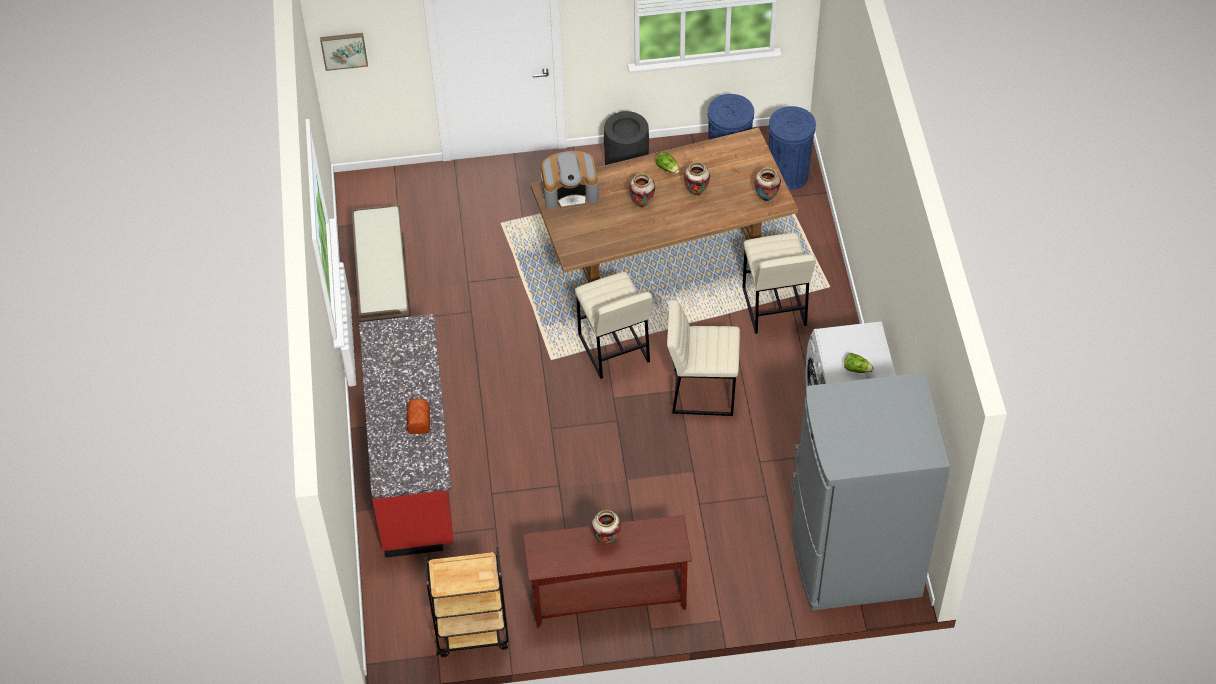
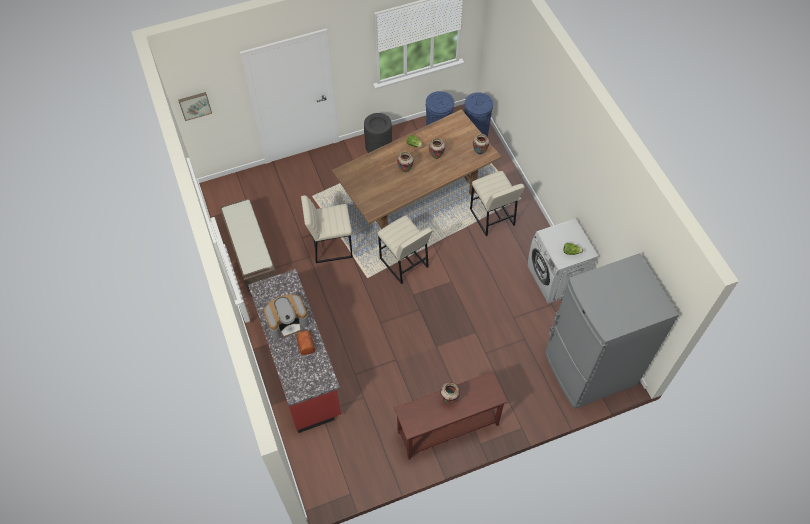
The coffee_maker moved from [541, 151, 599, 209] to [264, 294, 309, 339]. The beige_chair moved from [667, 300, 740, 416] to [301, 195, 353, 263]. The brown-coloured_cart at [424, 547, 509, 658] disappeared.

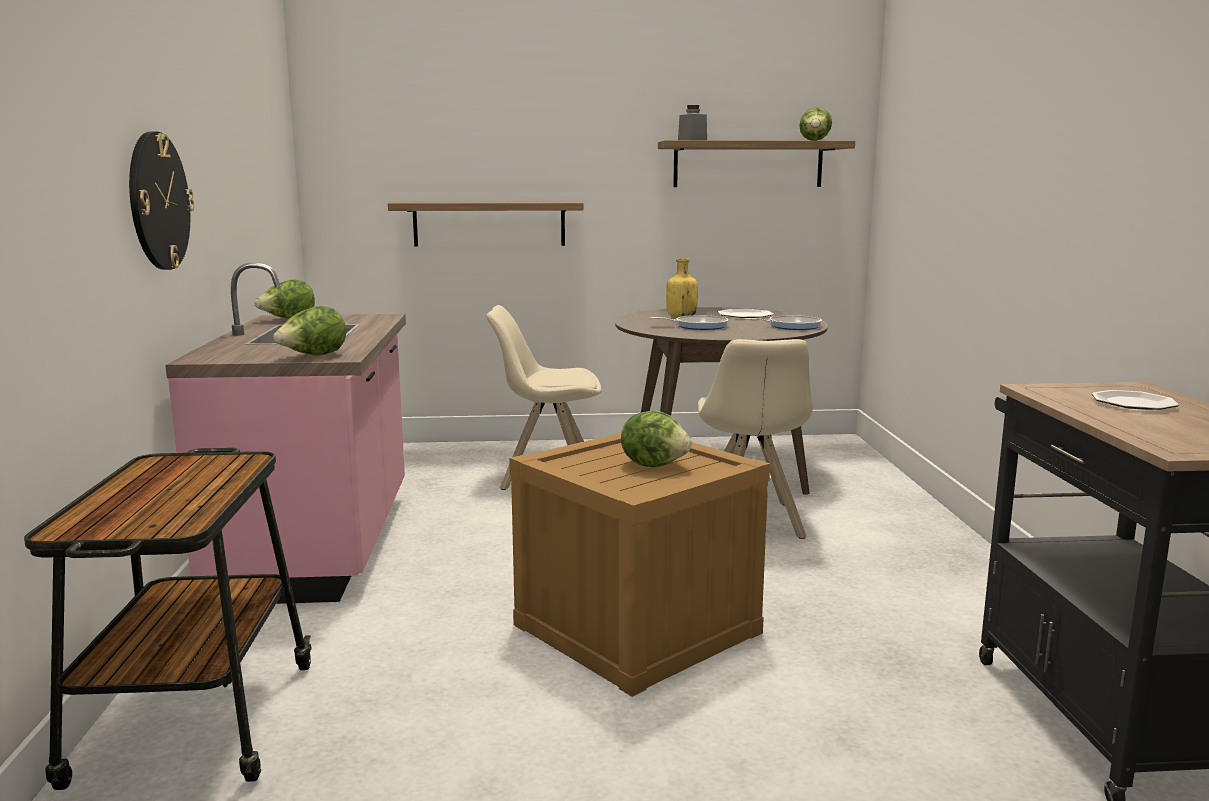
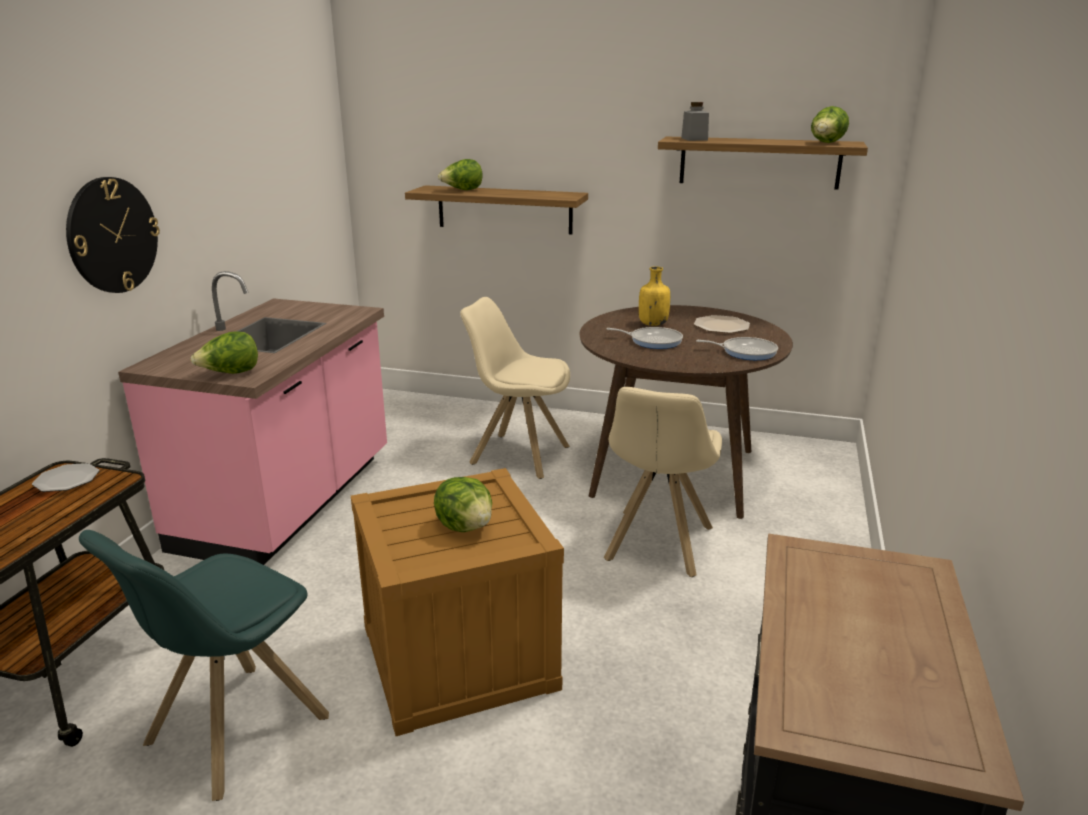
The lettuce_head moved from [254, 280, 315, 319] to [438, 159, 483, 190]. The plate moved from [1092, 390, 1179, 410] to [32, 463, 99, 492]. The turquoise-coloured_chair at [79, 530, 329, 801] appeared.

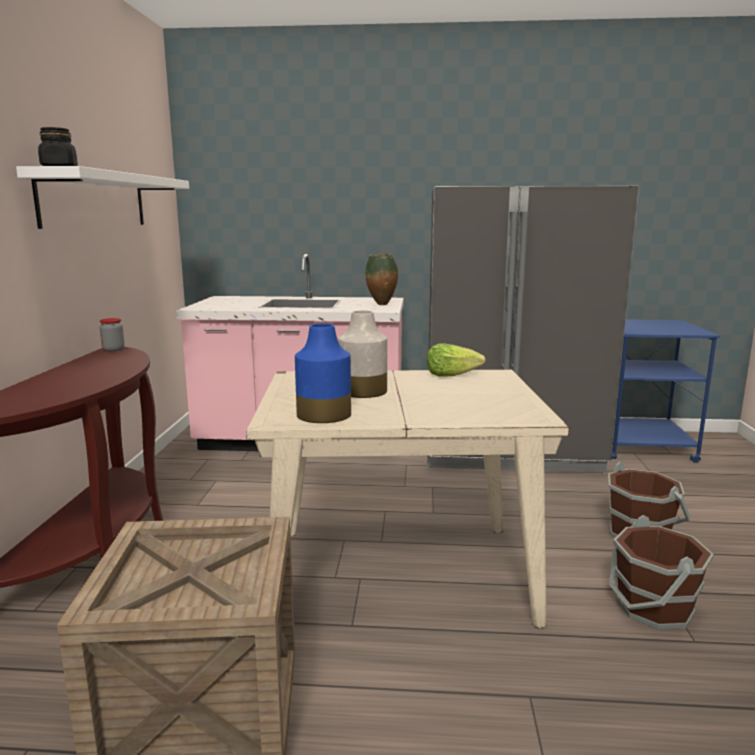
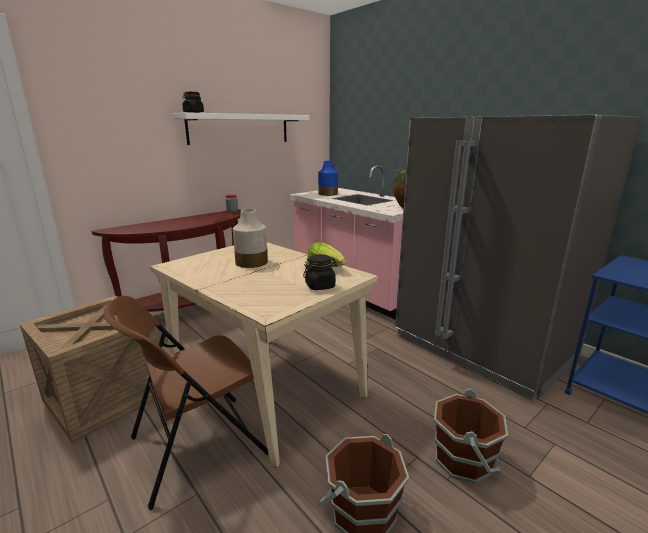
The blue_flower_vase moved from [295, 323, 351, 423] to [318, 161, 338, 196]. The blackish_jar at [303, 254, 338, 290] appeared. The brown-coloured_chair at [103, 296, 269, 510] appeared.

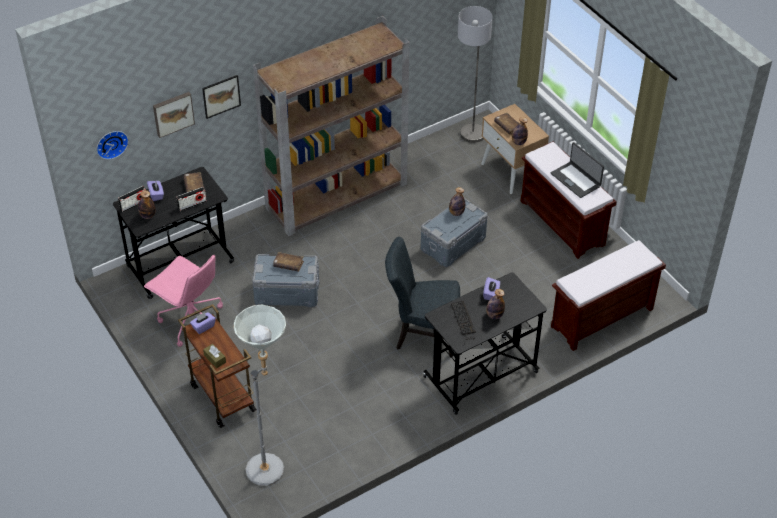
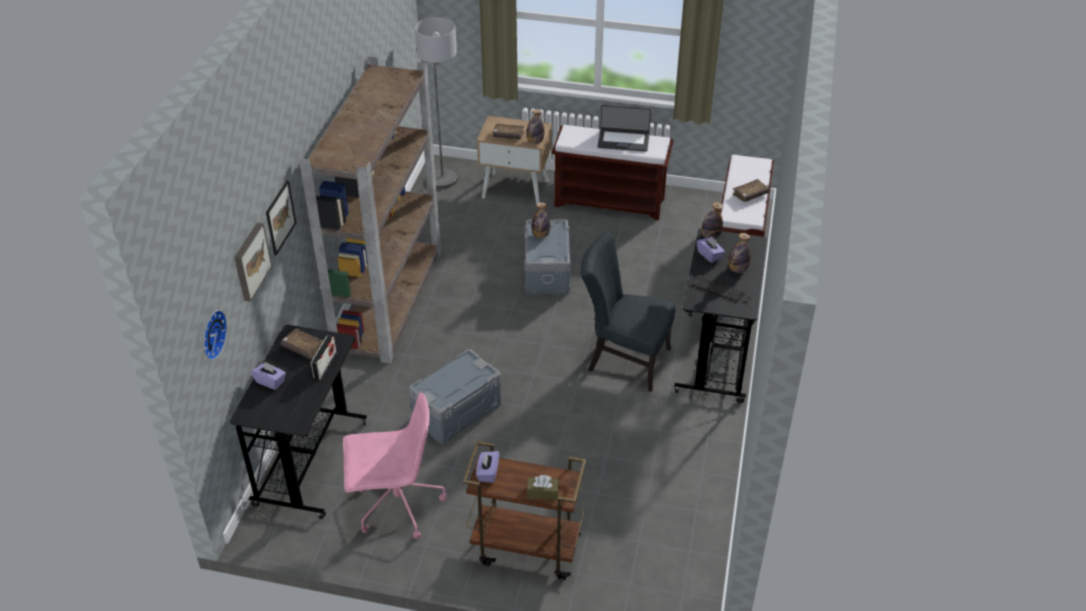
The radio_set at [118, 186, 146, 212] disappeared. The drink_bottle moved from [138, 190, 156, 219] to [701, 202, 723, 239]. The gray_chair at [385, 237, 460, 358] turned 60 degrees clockwise. The brown-coloured_bound_book moved from [273, 252, 304, 272] to [732, 179, 769, 202]. The gray_standard_lamp at [234, 304, 286, 486] disappeared.

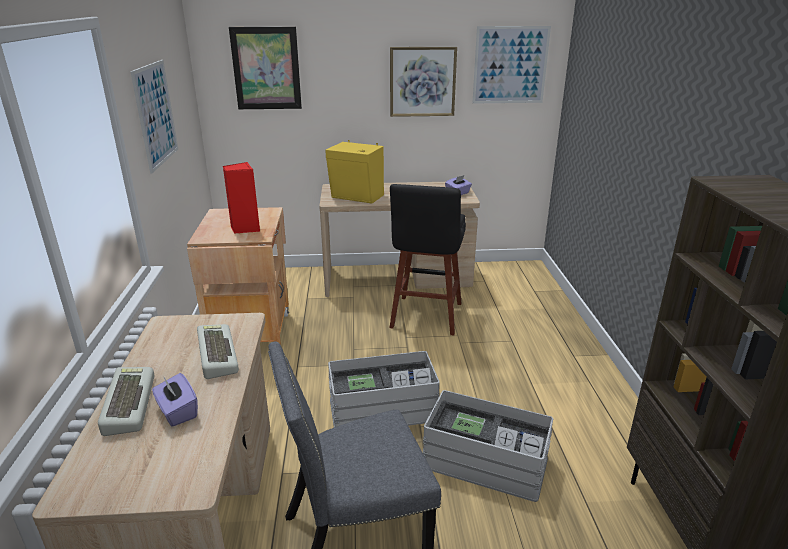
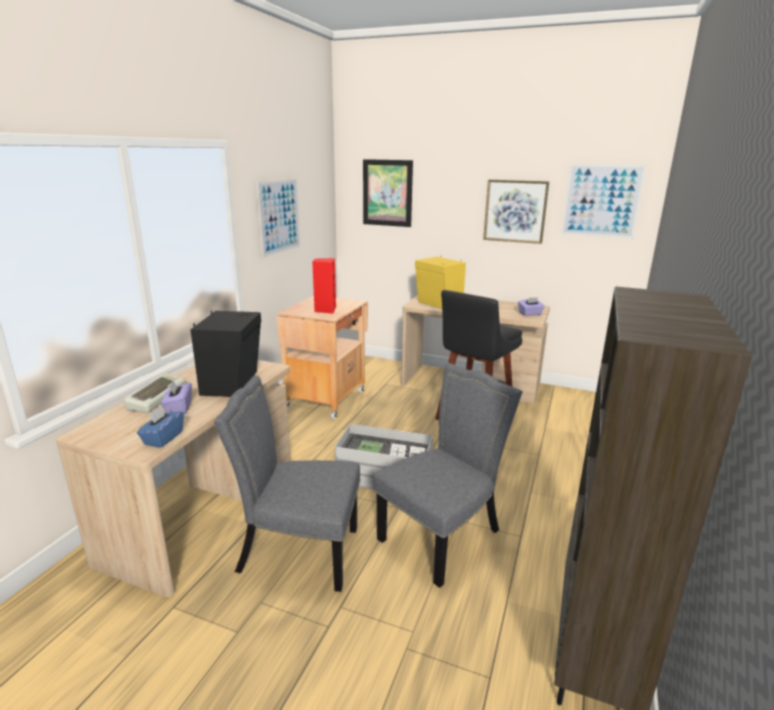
The PC_keyboard at [197, 324, 239, 379] was replaced by the blackish_speaker at [191, 310, 261, 397]. The gray_storage_container at [423, 390, 553, 502] was replaced by the gray_chair at [373, 363, 522, 588]. The blue_tissue_box at [137, 406, 184, 448] appeared.

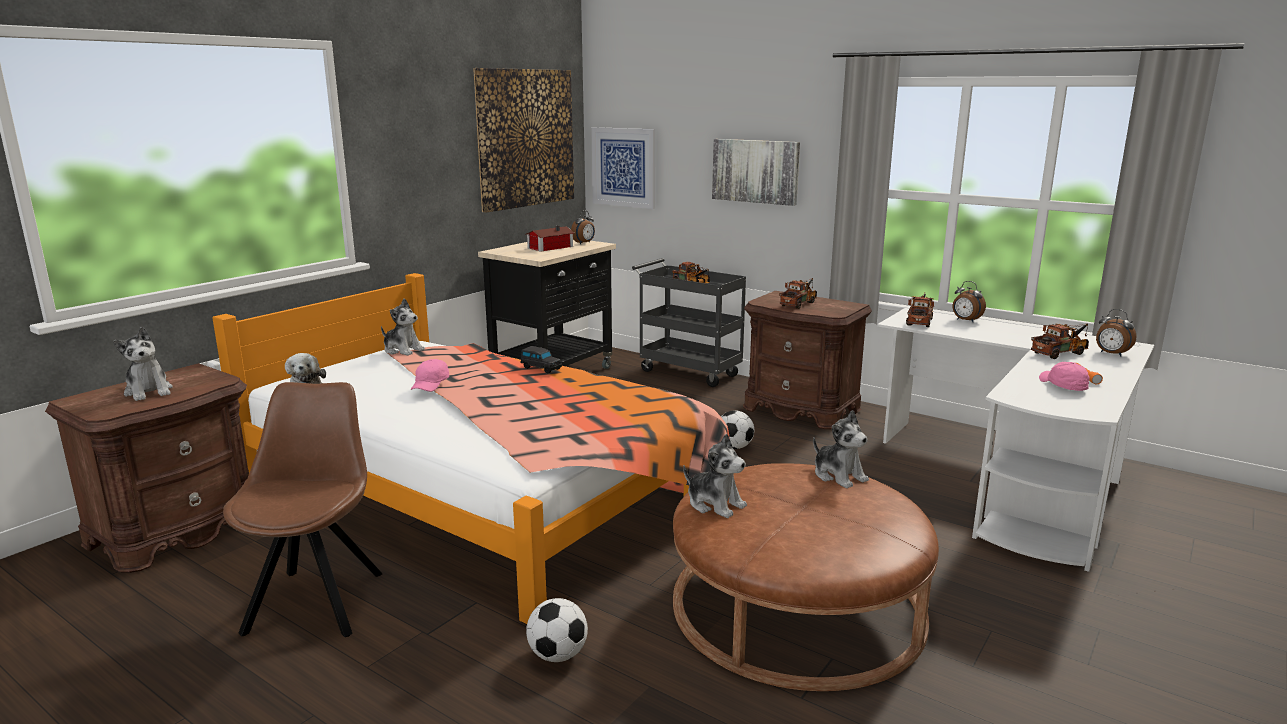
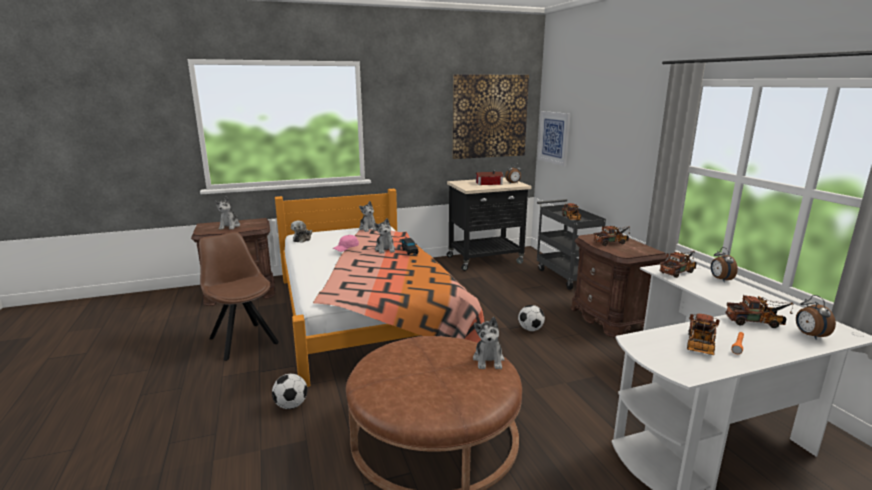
The picture at [712, 139, 800, 206] disappeared. The pinkish_baseball_cap at [1039, 362, 1090, 391] was replaced by the toy_truck at [687, 314, 720, 355]. The brown-coloured_chair at [223, 382, 382, 637] turned 75 degrees counterclockwise. The plush_toy moved from [683, 434, 747, 518] to [374, 218, 396, 254].

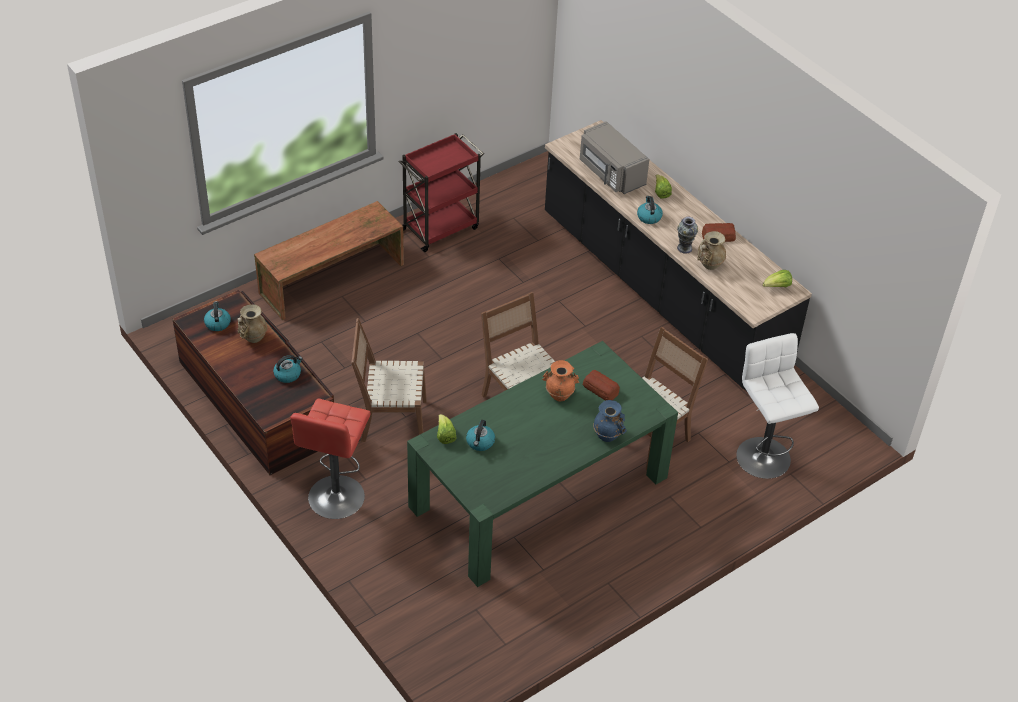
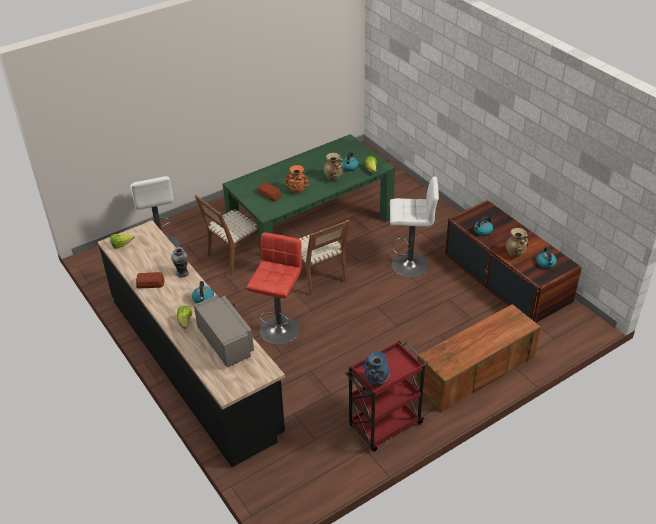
The beige_flower_vase moved from [697, 231, 726, 270] to [324, 153, 344, 181]. The chair at [351, 318, 427, 442] was replaced by the white_stool_seat at [390, 177, 439, 277]. The red_stool_seat moved from [290, 398, 370, 519] to [247, 232, 302, 345]. The blue_flower_vase moved from [593, 400, 627, 442] to [362, 351, 390, 386].

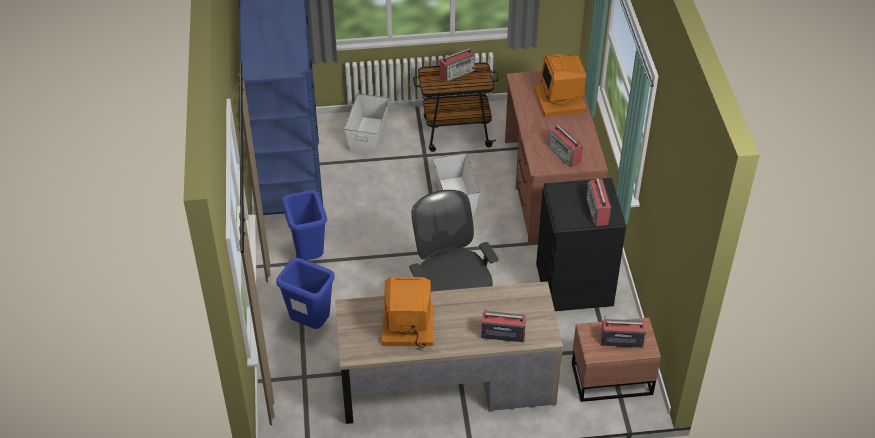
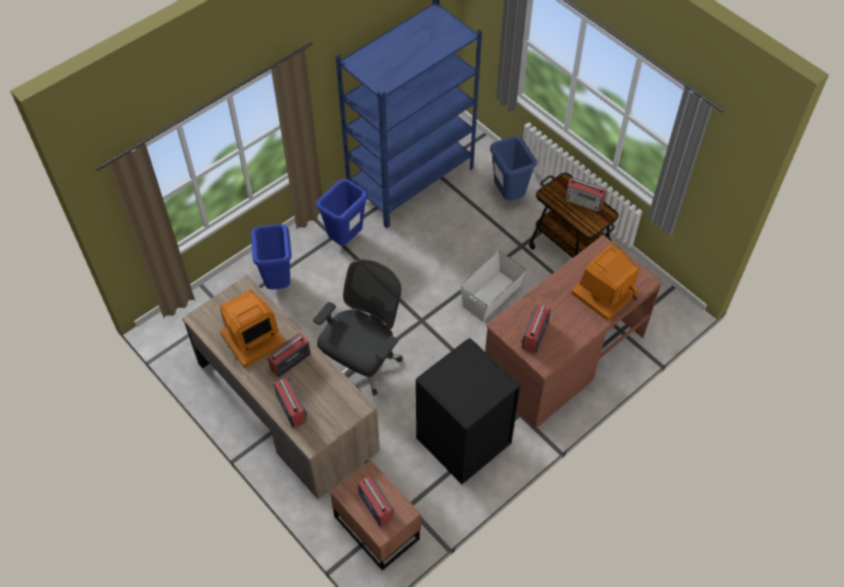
The white_storage_container at [344, 93, 390, 156] was replaced by the blue_rubbish_bin at [490, 136, 537, 201]. The radio_set moved from [585, 178, 611, 226] to [267, 333, 311, 377]. The computer_screen at [382, 277, 434, 348] turned 90 degrees clockwise.

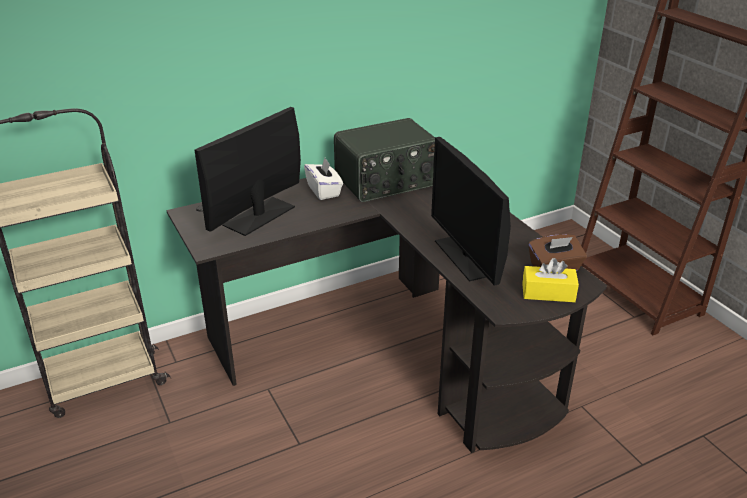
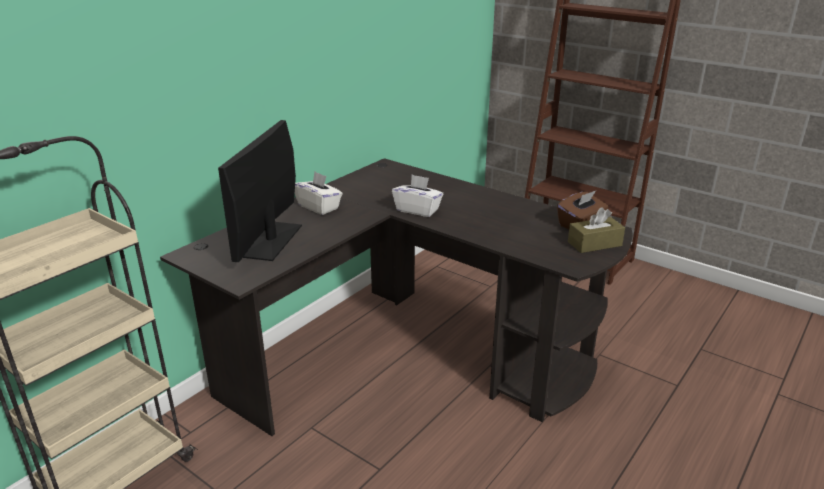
The radio_set at [334, 118, 435, 202] disappeared. The computer_screen at [431, 137, 511, 286] disappeared. The yellow_tissue_box at [522, 258, 579, 302] became the brown-coloured_tissue_box at [568, 207, 625, 253]. The white_tissue_box at [392, 175, 443, 217] appeared.

